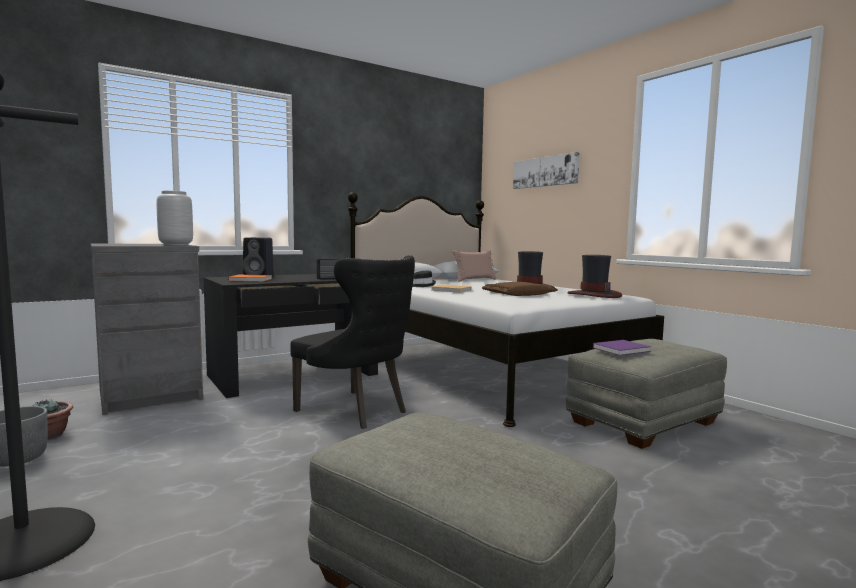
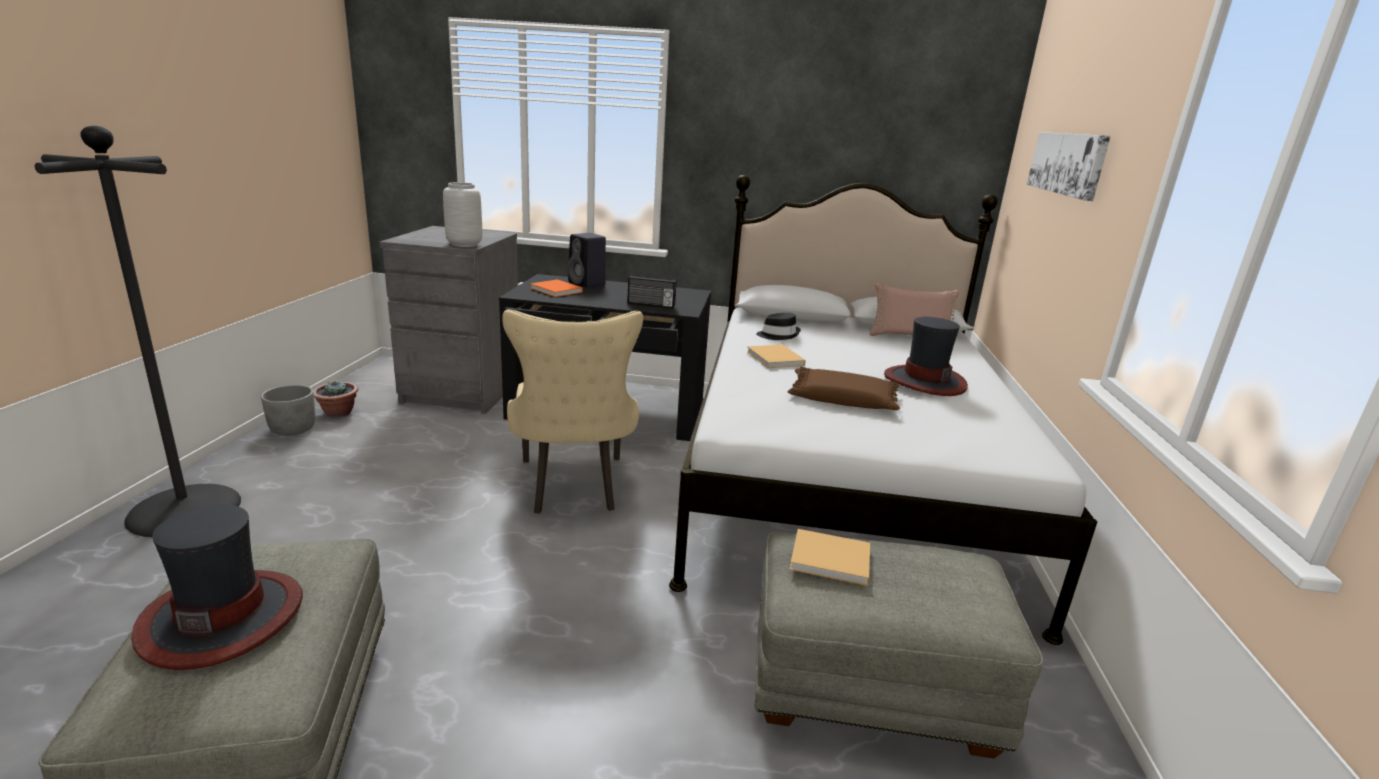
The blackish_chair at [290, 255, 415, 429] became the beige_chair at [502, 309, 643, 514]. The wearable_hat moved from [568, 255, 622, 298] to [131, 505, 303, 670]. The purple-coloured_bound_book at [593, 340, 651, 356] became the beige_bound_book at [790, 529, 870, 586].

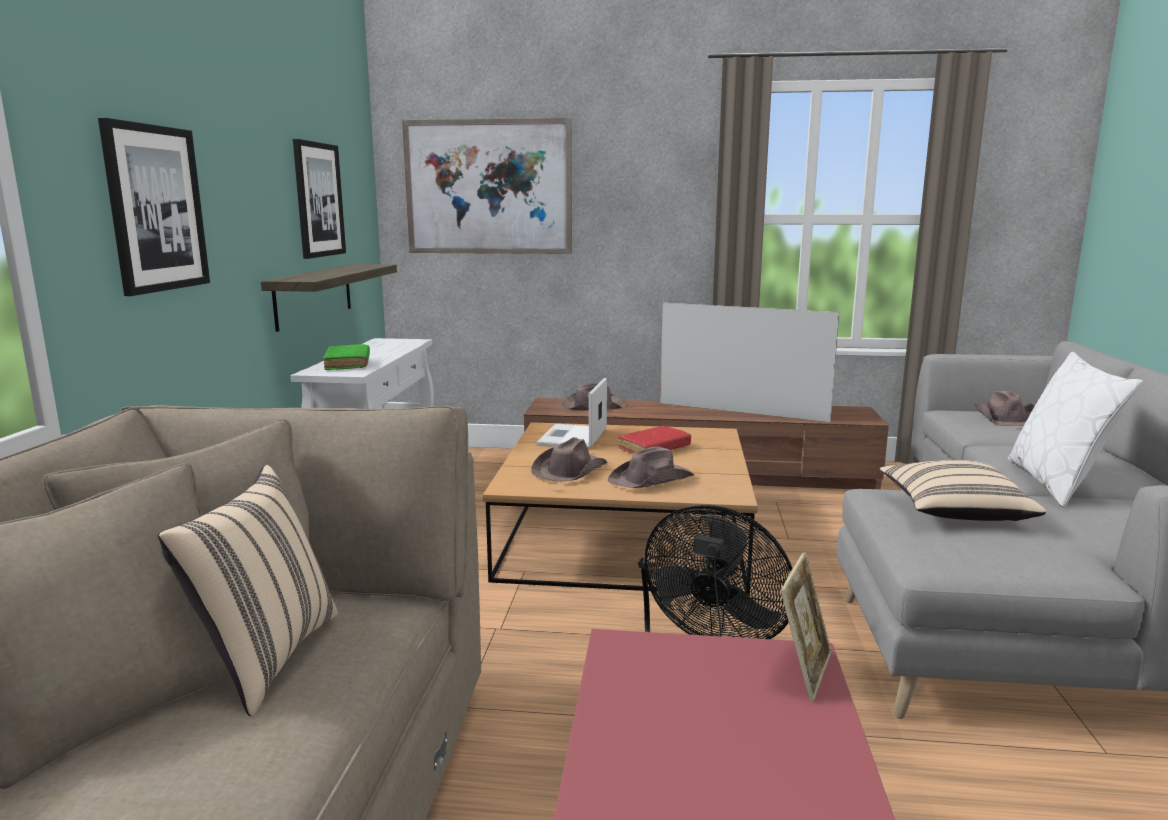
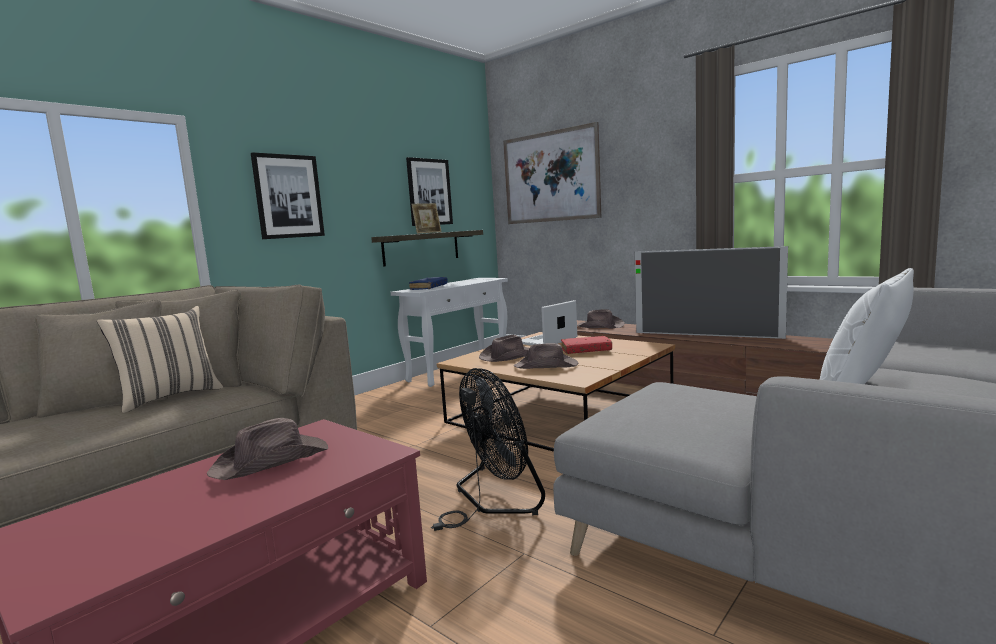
The TV_set at [660, 303, 840, 422] turned 150 degrees clockwise. The green_bound_book at [324, 344, 370, 370] became the blue_bound_book at [409, 277, 448, 290]. The brown-coloured_wearable_hat moved from [975, 391, 1035, 426] to [207, 418, 328, 480]. The beige_cushion at [880, 460, 1046, 521] disappeared. The picture_frame moved from [781, 552, 832, 701] to [411, 203, 442, 234].

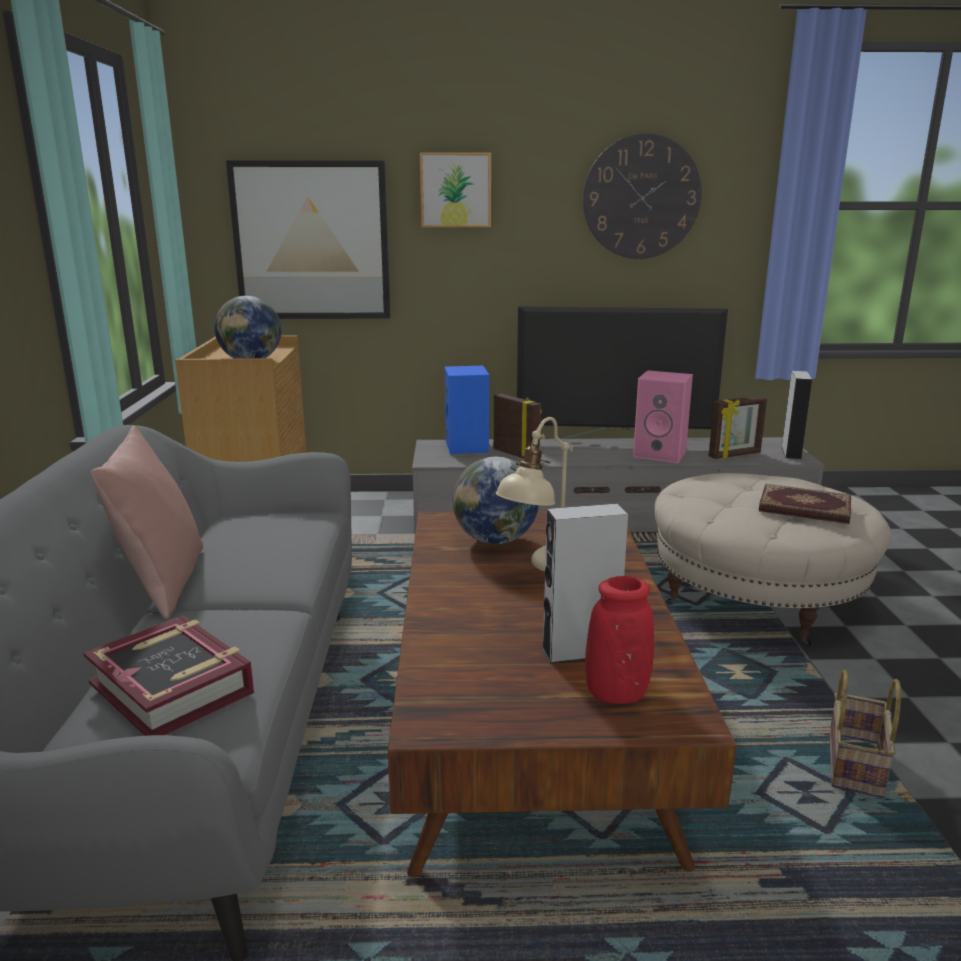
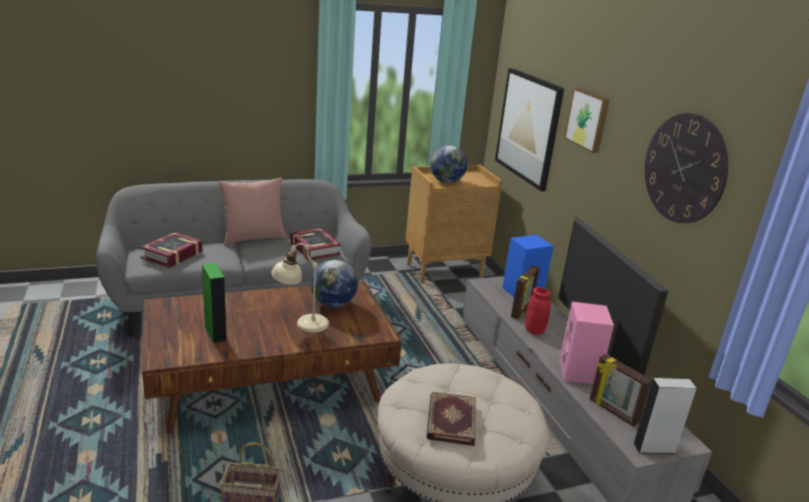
The gray_speaker at [542, 503, 628, 663] became the green_speaker at [202, 263, 227, 343]. The red_flower_vase moved from [585, 576, 654, 704] to [525, 287, 551, 335]. The bound_book at [290, 228, 341, 260] appeared.

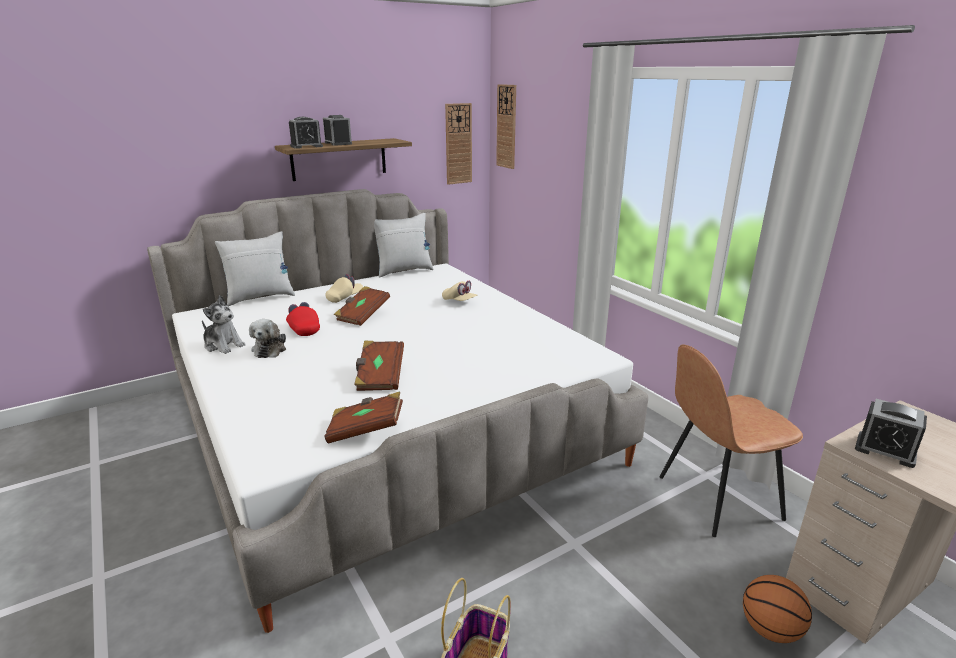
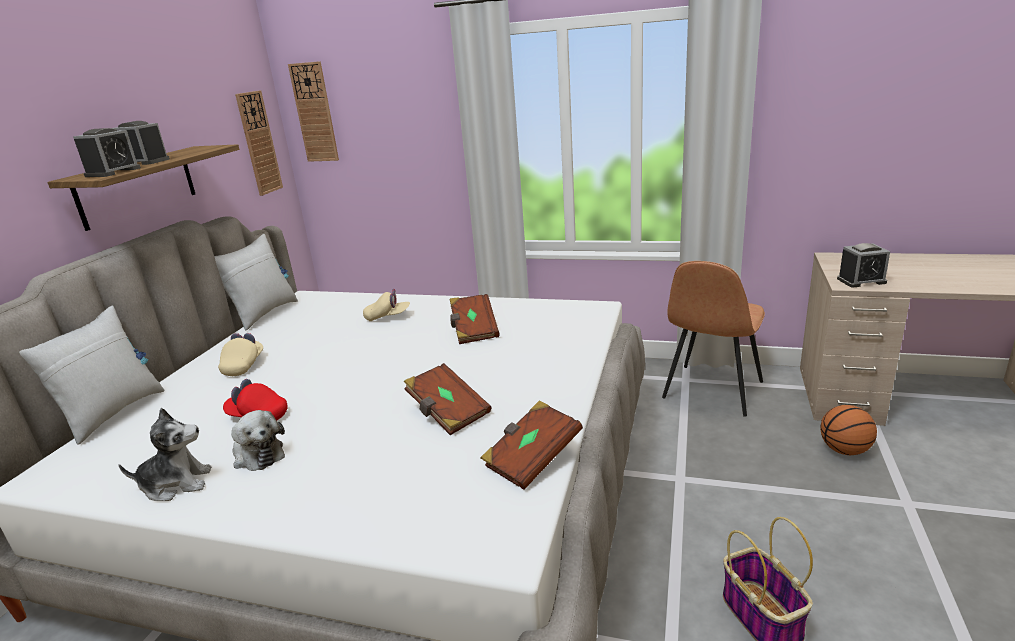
The brown-coloured_bound_book moved from [334, 286, 390, 326] to [449, 294, 500, 344].

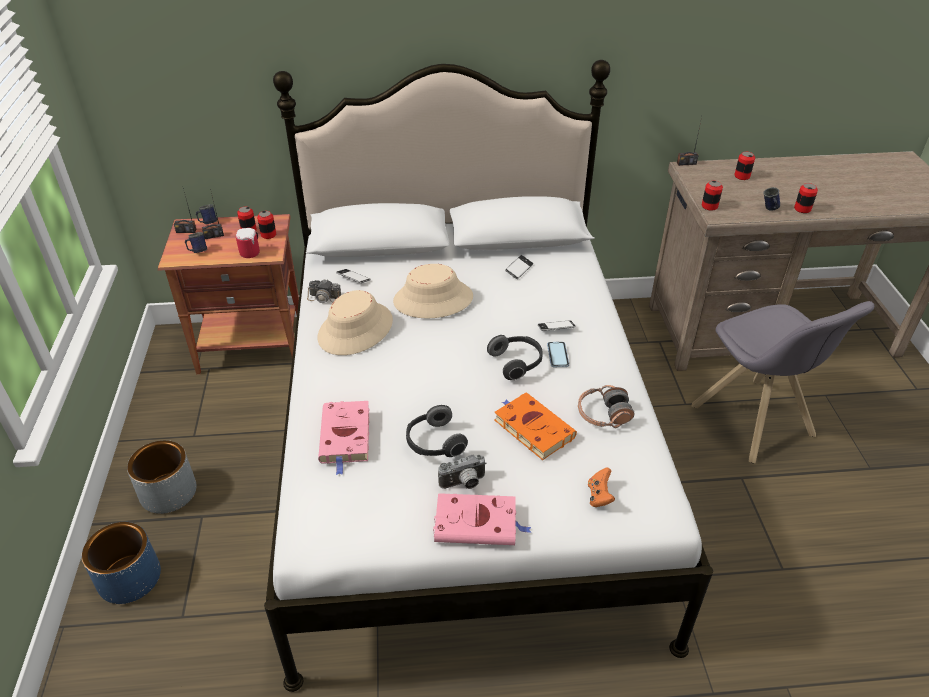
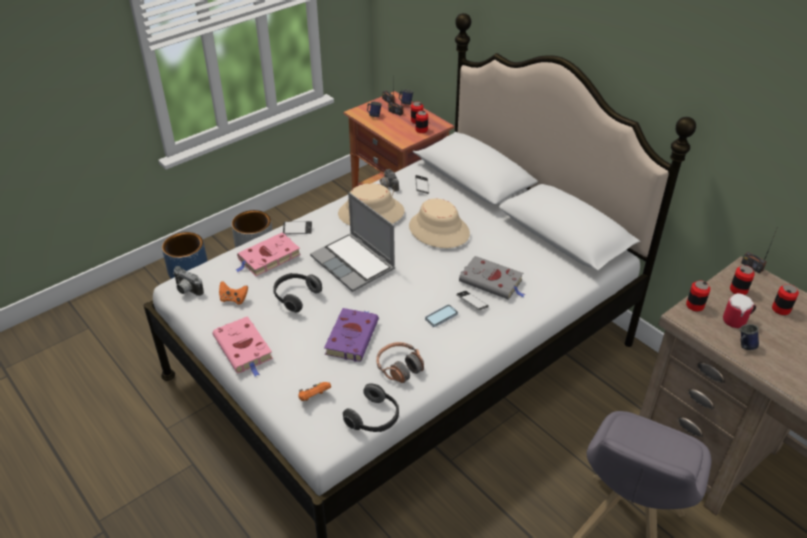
The can moved from [794, 183, 818, 213] to [730, 265, 755, 295]. The mug moved from [236, 228, 260, 258] to [723, 293, 756, 328]. The handset moved from [505, 255, 533, 279] to [283, 221, 312, 234]. The pair_of_headphones moved from [487, 335, 543, 380] to [343, 383, 399, 432]. The orangey_bound_book at [494, 392, 577, 460] became the purple-coloured_bound_book at [324, 308, 379, 362]. The photo_camera moved from [438, 454, 487, 489] to [173, 266, 204, 296]. The laptop at [310, 192, 395, 292] appeared. The gray_bound_book at [459, 256, 525, 300] appeared. The orangey_joypad at [219, 281, 248, 305] appeared.

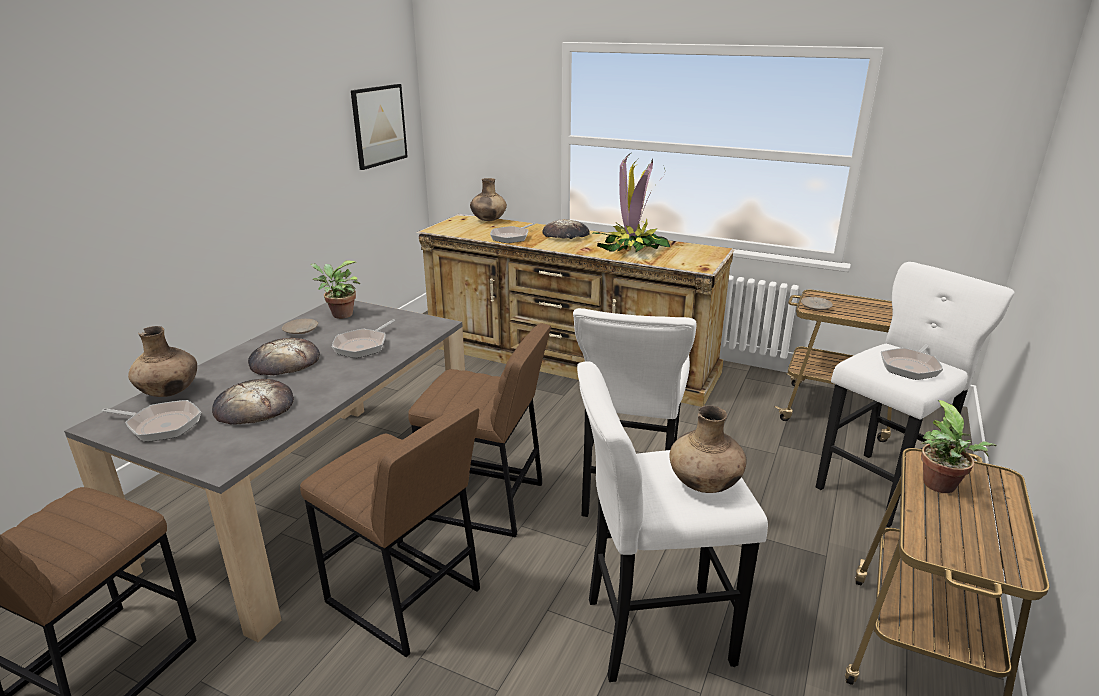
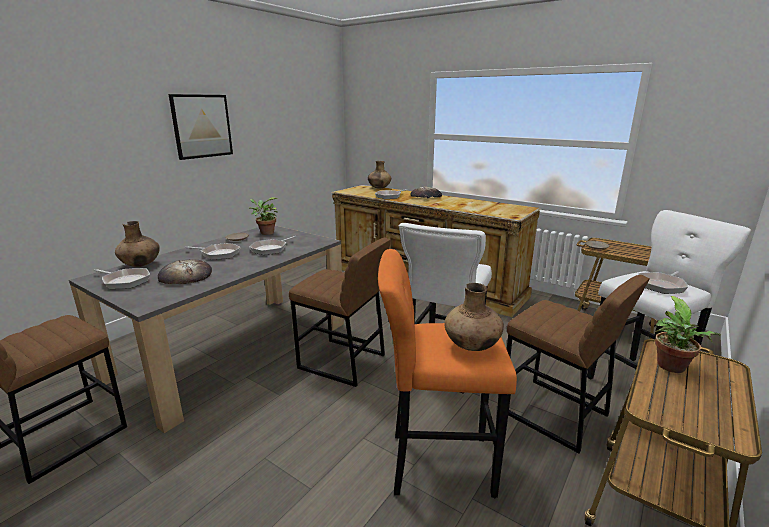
The picture moved from [351, 84, 408, 170] to [168, 94, 233, 160]. The potted_plant at [593, 152, 670, 252] disappeared. The baked_bread at [248, 338, 320, 375] was replaced by the frying_pan at [185, 243, 241, 260]. The white_stool_seat at [577, 361, 768, 682] became the orangey_stool_seat at [378, 249, 517, 498]. The brown-coloured_chair moved from [300, 403, 480, 657] to [507, 275, 650, 453].

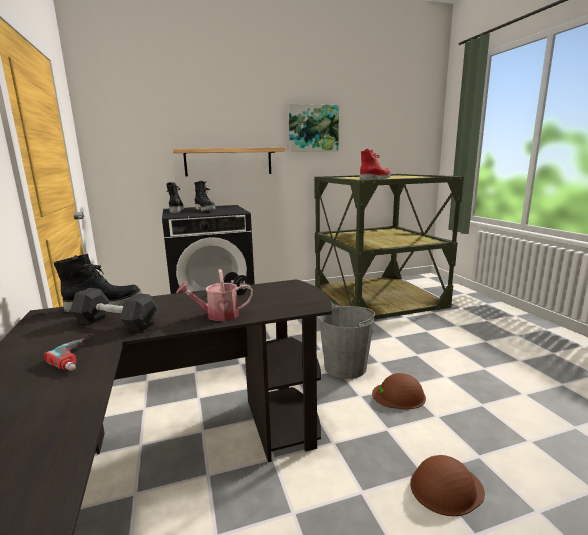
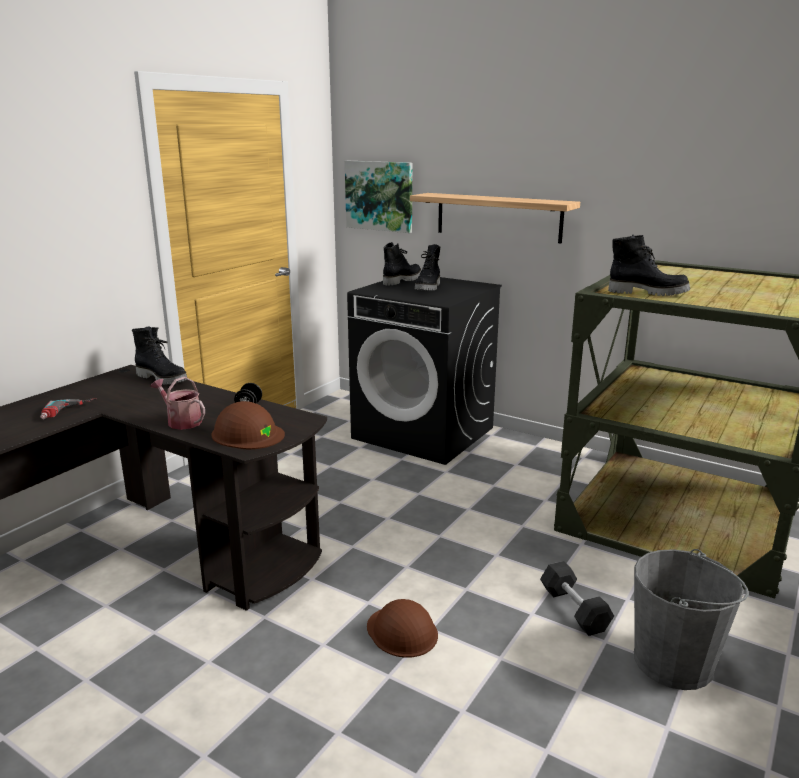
The picture moved from [289, 104, 339, 152] to [345, 161, 412, 233]. The red_boot at [360, 149, 391, 180] became the blackish_boot at [608, 235, 690, 296]. The gray_hand_weight moved from [70, 288, 158, 332] to [540, 561, 614, 636]. The gray_bucket moved from [318, 304, 375, 379] to [634, 549, 749, 690]. The brown-coloured_work_helmet moved from [410, 455, 485, 516] to [211, 401, 285, 449].

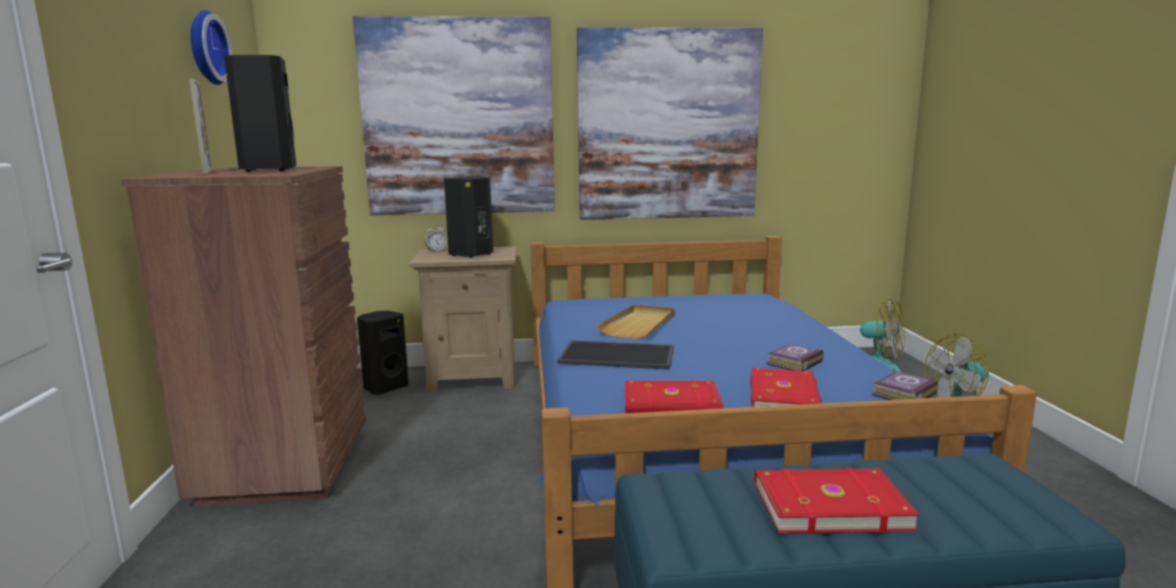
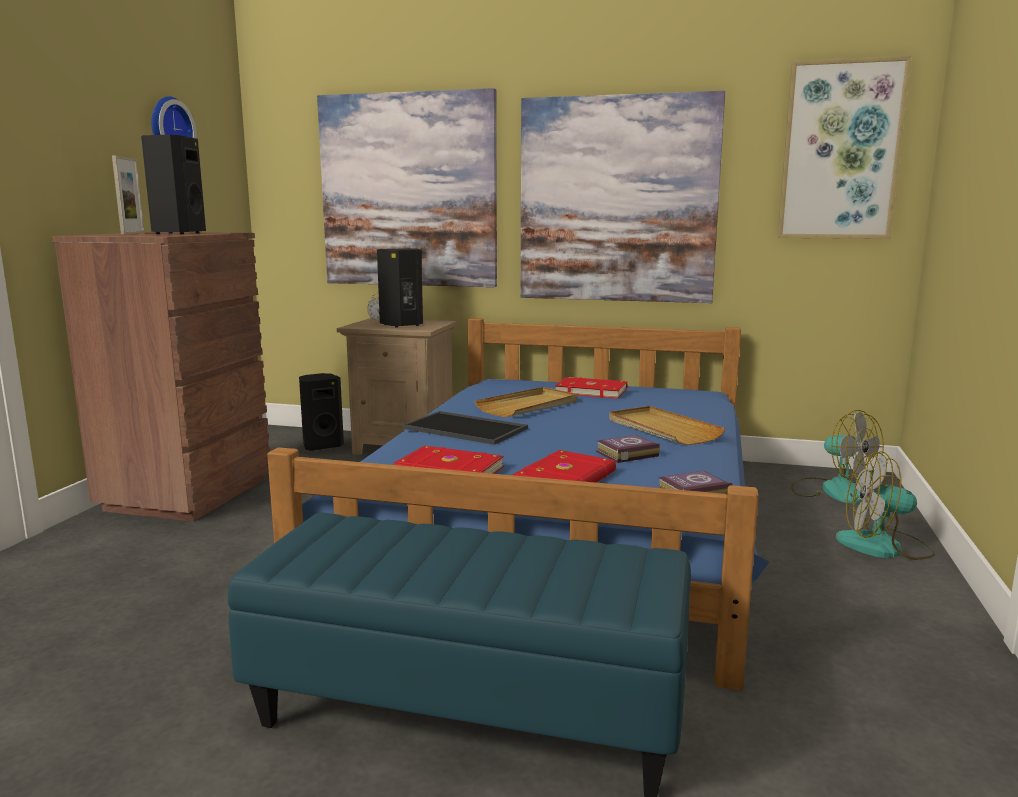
The red_bound_book moved from [754, 468, 920, 534] to [555, 377, 627, 399]. The picture at [777, 56, 912, 239] appeared. The beige_carrying_tray at [609, 406, 725, 445] appeared.

